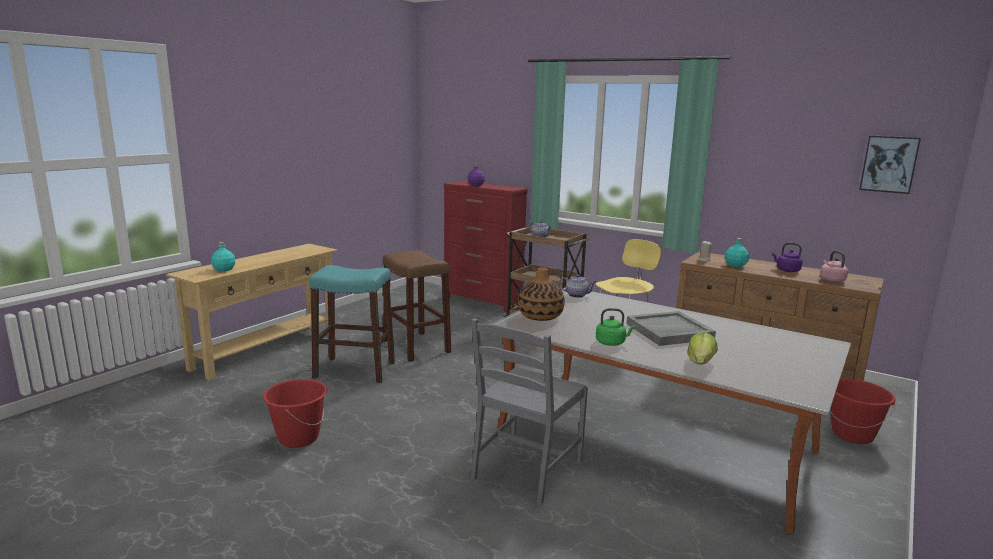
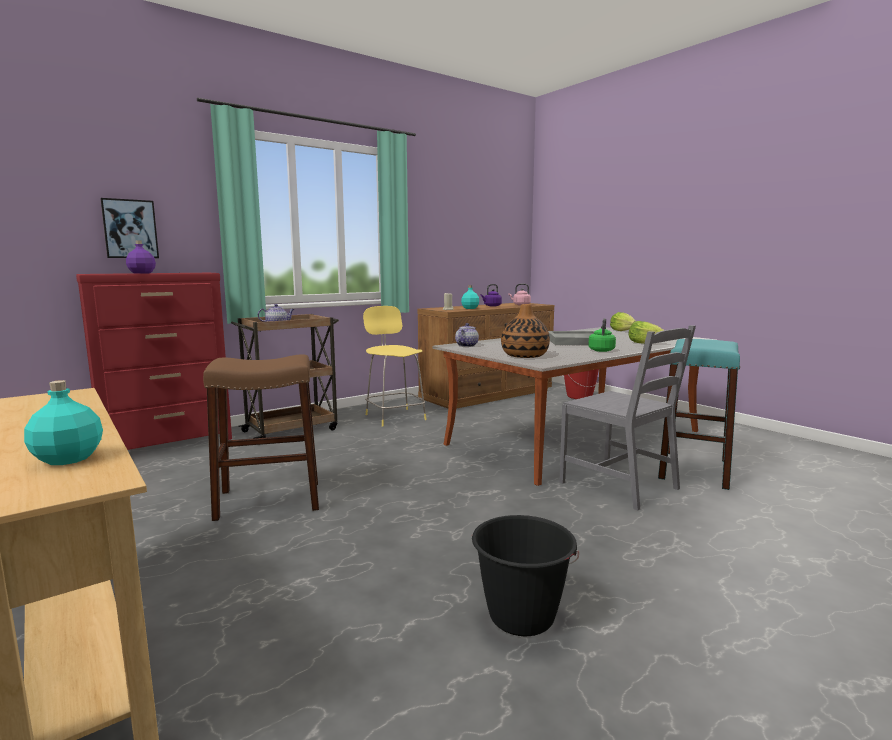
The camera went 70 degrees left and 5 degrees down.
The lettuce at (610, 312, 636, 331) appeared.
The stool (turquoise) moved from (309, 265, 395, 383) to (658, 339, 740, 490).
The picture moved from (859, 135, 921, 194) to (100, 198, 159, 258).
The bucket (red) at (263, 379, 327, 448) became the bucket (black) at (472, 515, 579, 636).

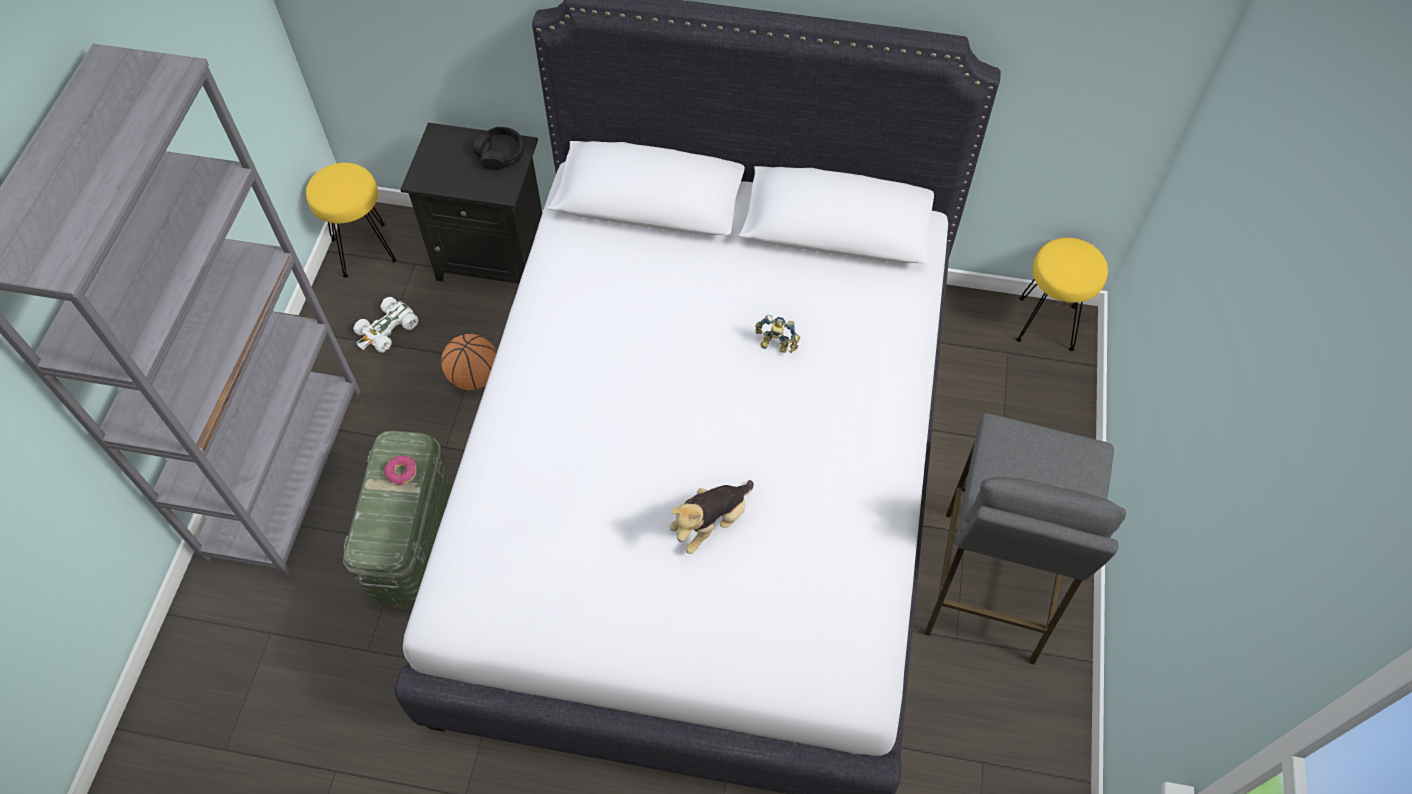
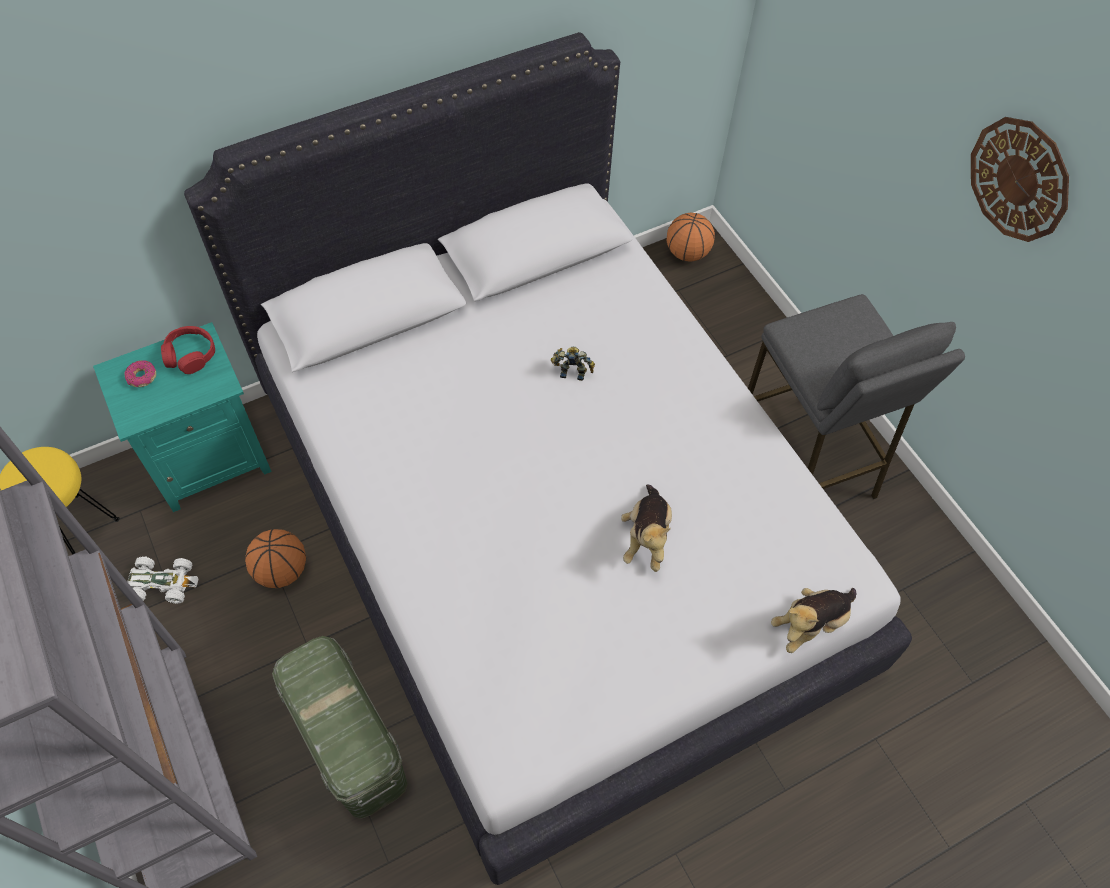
The camera went 40 degrees left and 0 degrees up.
The plush toy at (771, 588, 856, 653) appeared.
The wall clock at (971, 117, 1069, 242) appeared.
The donut moved from (384, 455, 417, 485) to (124, 360, 156, 387).
The stool (yellow) at (1016, 238, 1108, 351) was replaced by the basketball at (667, 212, 715, 262).
The nightstand (black) at (400, 123, 542, 284) became the nightstand (turquoise) at (93, 322, 272, 512).
The headphones (black) at (473, 127, 524, 170) became the headphones (red) at (161, 326, 215, 374).
The toy car (white) at (353, 297, 419, 353) turned 90 degrees counterclockwise.
The toy robot at (755, 315, 800, 353) turned 150 degrees counterclockwise.

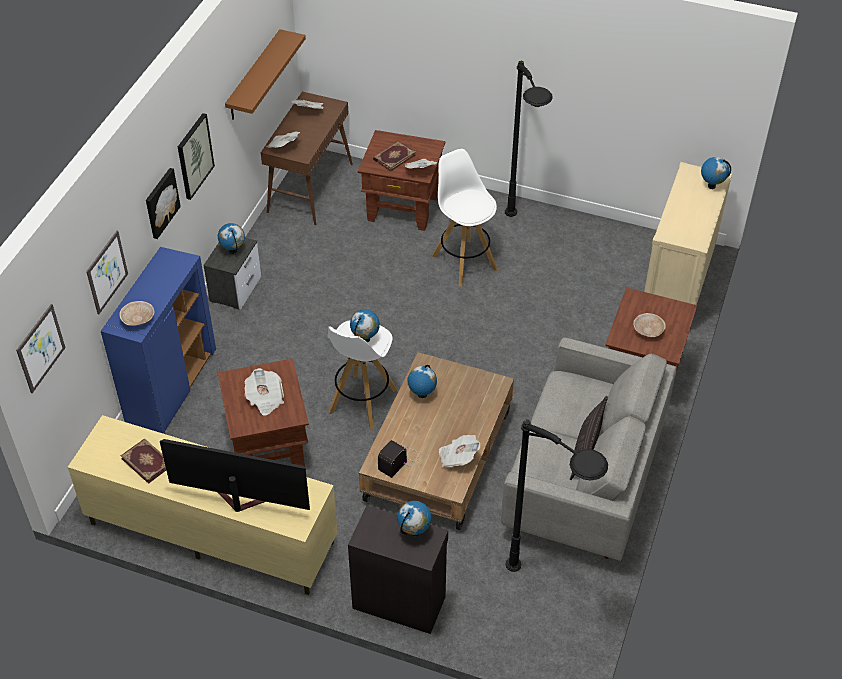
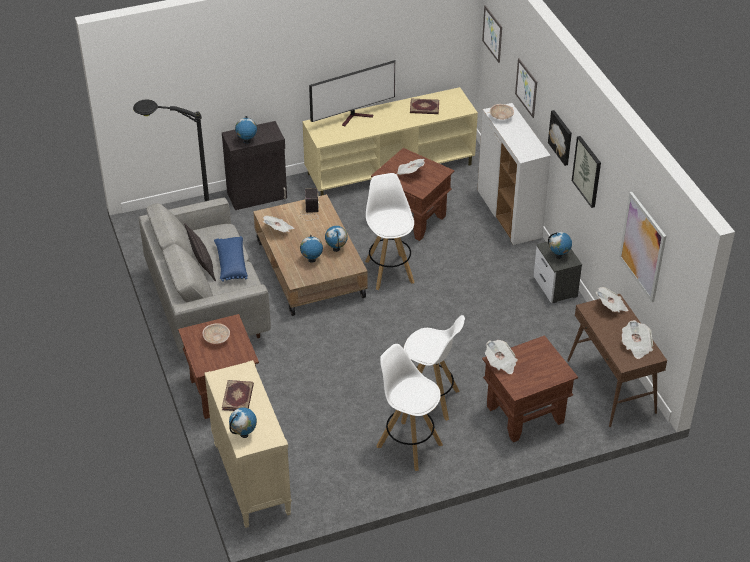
The camera went 140 degrees right and 5 degrees down.
The pillow (blue) at (214, 236, 248, 282) appeared.
The globe moved from (350, 309, 380, 342) to (300, 235, 323, 263).
The book moved from (373, 141, 416, 172) to (222, 380, 254, 411).
The shelf (brown) at (225, 29, 306, 120) was replaced by the picture at (619, 192, 666, 302).
The floor lamp (black) at (505, 61, 553, 217) was replaced by the stool (white) at (376, 344, 443, 471).
The cabinet (blue) at (101, 247, 216, 434) became the cabinet (white) at (477, 103, 551, 245).

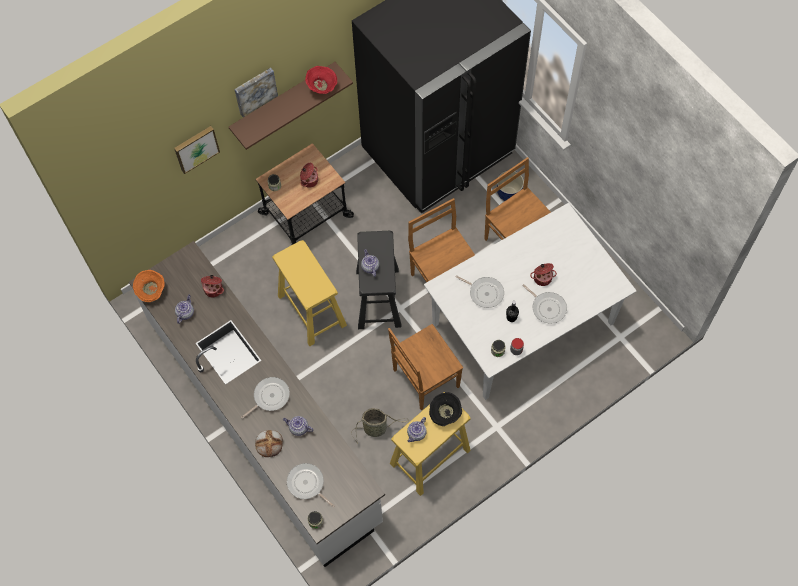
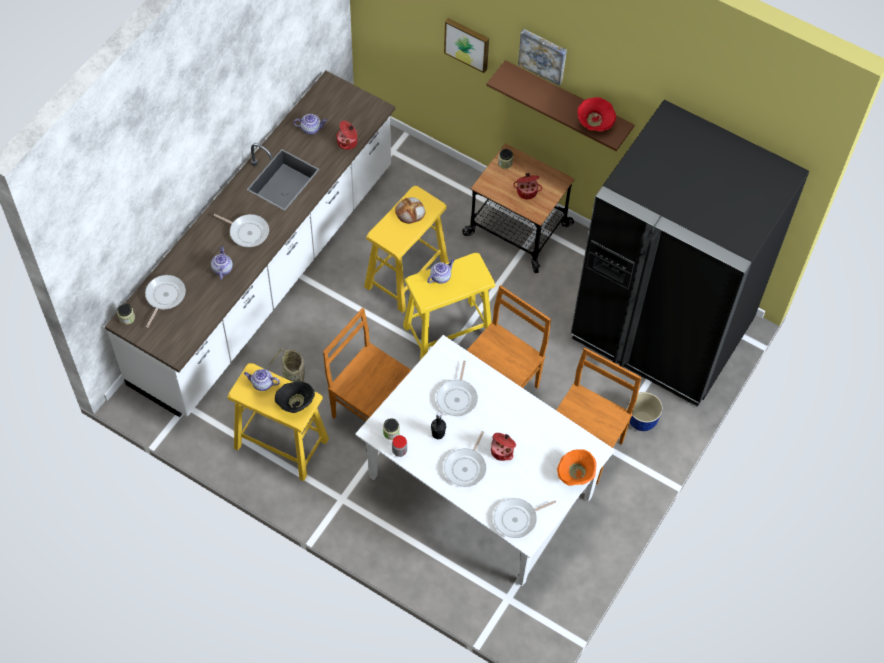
The camera went 65 degrees right and 5 degrees down.
The frying pan at (494, 498, 556, 538) appeared.
The bowl (orange) moved from (133, 270, 165, 302) to (557, 449, 597, 486).
The bread moved from (255, 430, 283, 457) to (395, 197, 425, 224).
The stool (black) at (356, 231, 402, 329) became the stool (yellow) at (403, 253, 495, 360).

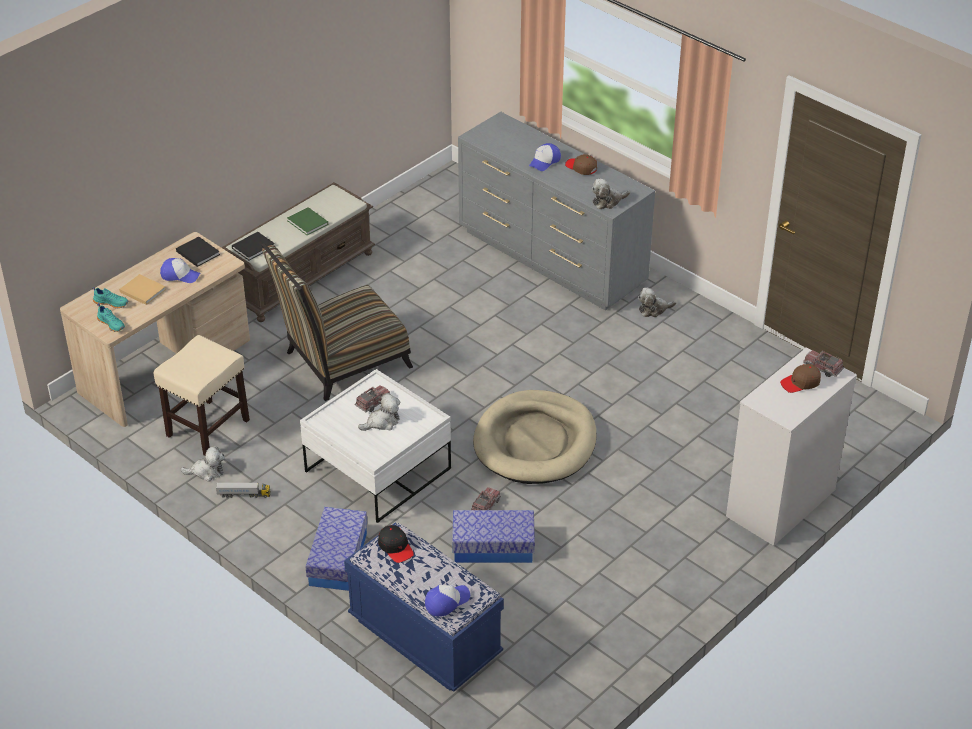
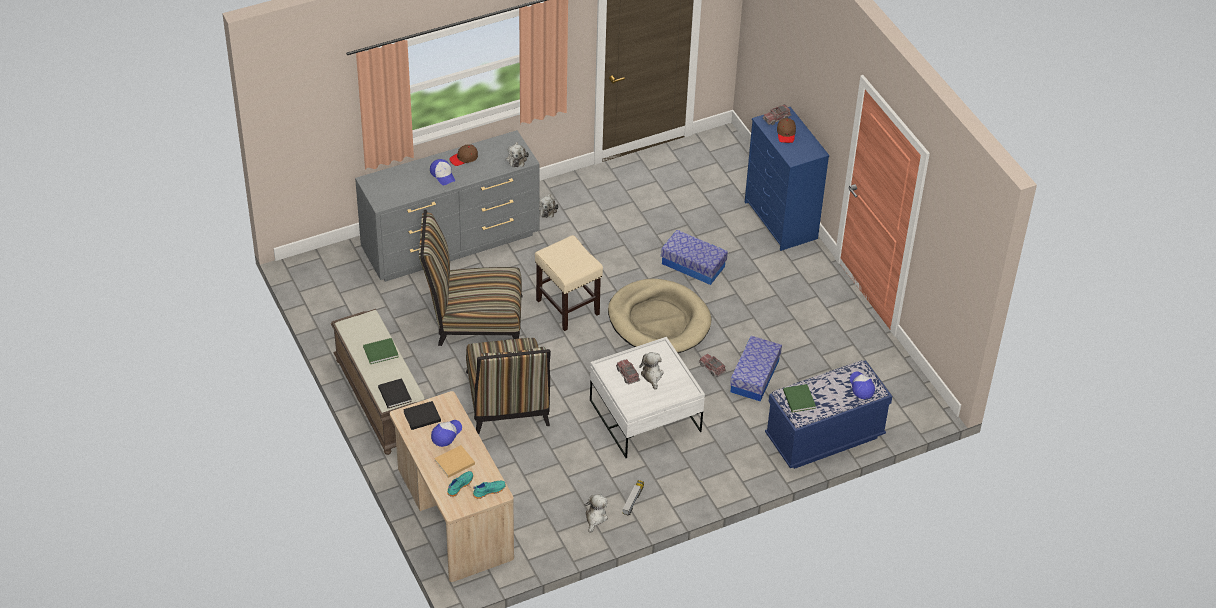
The camera went 70 degrees left and 5 degrees up.
The chair at (419, 210, 523, 346) appeared.
The stool (beige) moved from (154, 335, 250, 456) to (535, 235, 603, 331).
The storage box moved from (305, 507, 367, 591) to (661, 230, 728, 285).
The cap (black) at (378, 525, 414, 563) was replaced by the book (green) at (783, 384, 816, 413).
The dresser (white) at (726, 347, 857, 546) became the dresser (blue) at (744, 107, 829, 251).

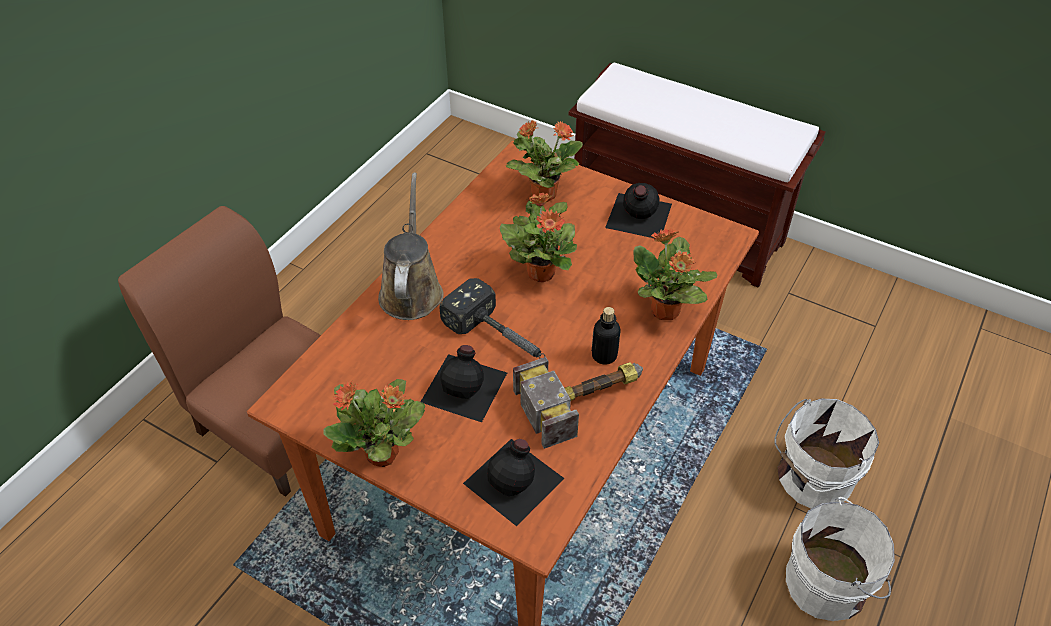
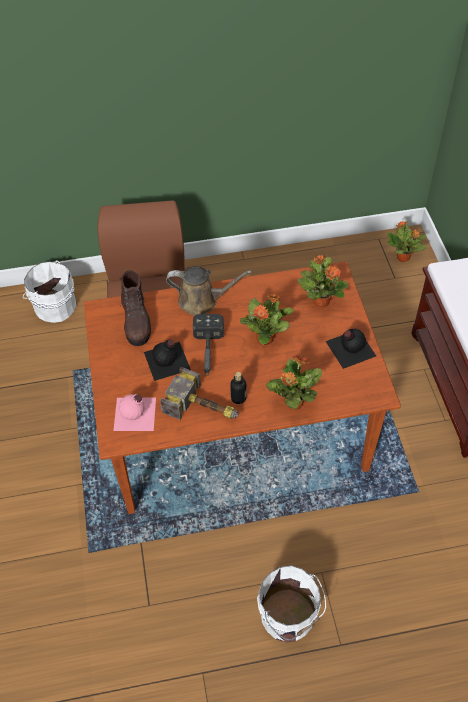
The camera went 50 degrees right and 5 degrees up.
The boot (brown) at (120, 270, 151, 346) appeared.
The potted plant moved from (324, 379, 425, 467) to (387, 221, 427, 262).
The bucket (white) moved from (774, 399, 879, 509) to (23, 260, 76, 323).
The bottle (black) at (463, 439, 564, 526) became the bottle (pink) at (113, 394, 156, 431).
The watering can (brown) at (378, 173, 444, 320) turned 45 degrees clockwise.

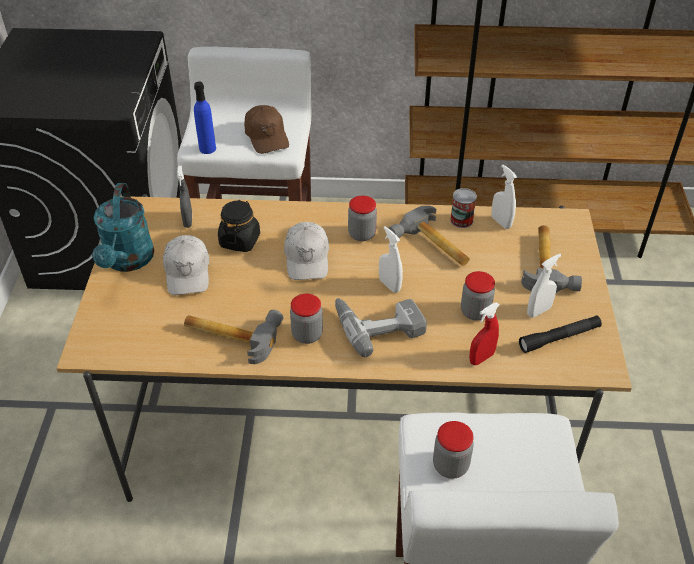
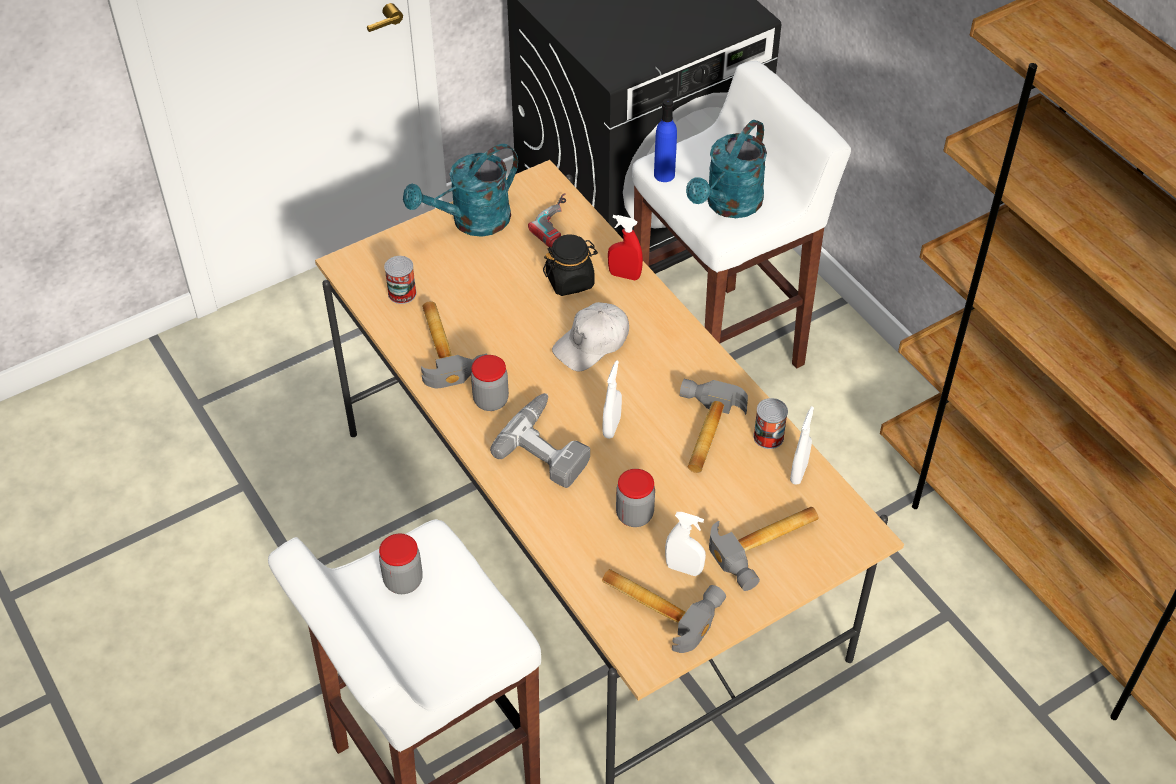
The camera went 55 degrees right and 5 degrees up.
The cap (white) at (163, 235, 209, 295) disappeared.
The jar at (348, 195, 377, 241) disappeared.
The can at (384, 256, 417, 304) appeared.
The spray bottle (red) moved from (469, 303, 499, 365) to (608, 215, 643, 280).
The spray bottle (grey) at (177, 165, 192, 228) was replaced by the power drill at (528, 193, 566, 247).
The cap (brown) at (244, 105, 289, 154) was replaced by the watering can (turquoise) at (686, 120, 767, 218).
The flashlight (black) at (519, 316, 602, 353) was replaced by the hammer at (602, 569, 726, 653).

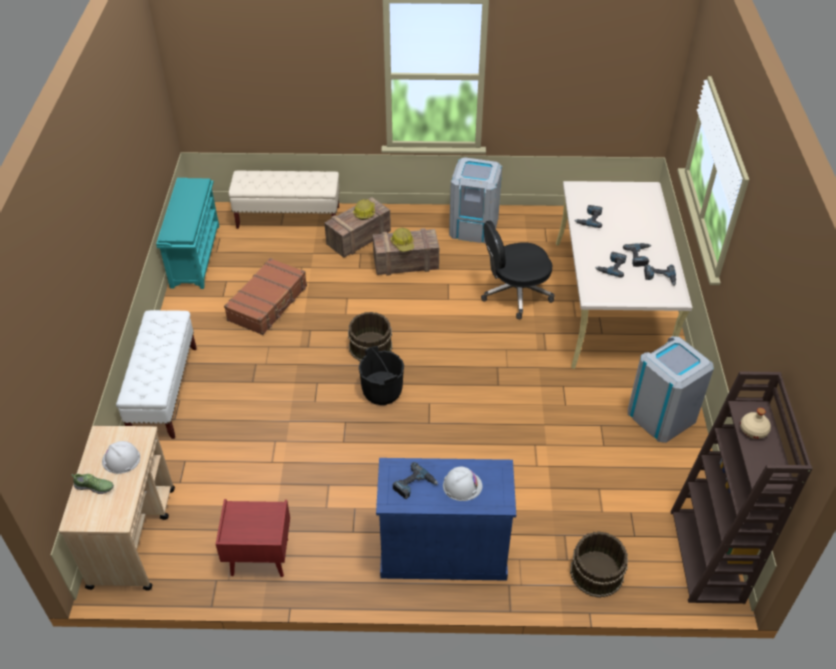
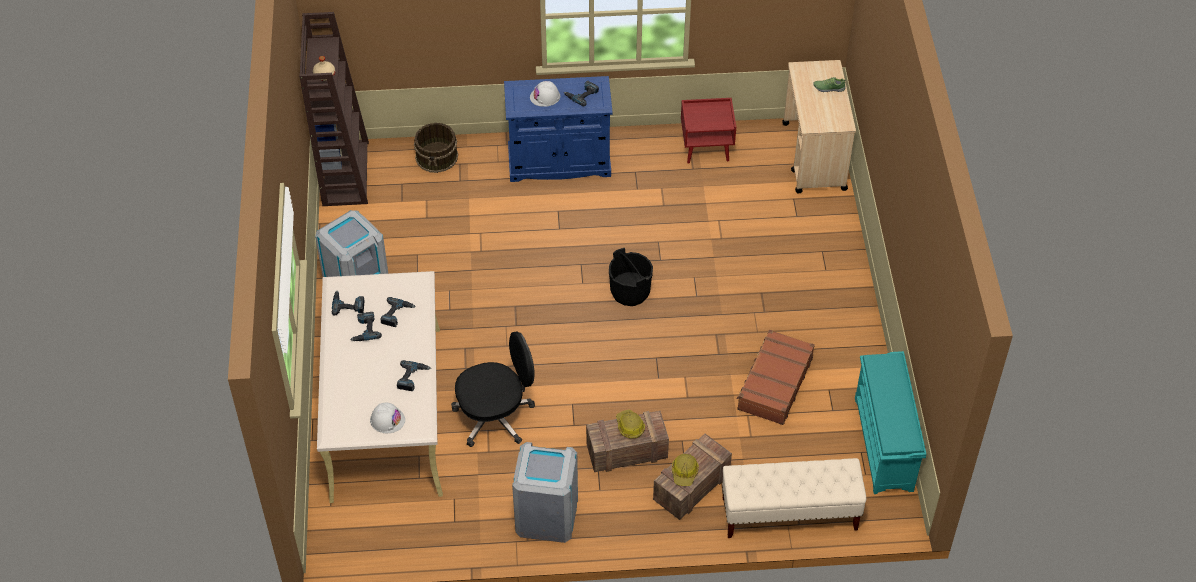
The camera went 175 degrees right and 5 degrees up.
The bench (white) at (116, 310, 197, 439) disappeared.
The bucket (brown) at (348, 312, 392, 361) disappeared.
The hard hat (white) moved from (102, 441, 140, 474) to (370, 402, 405, 433).

